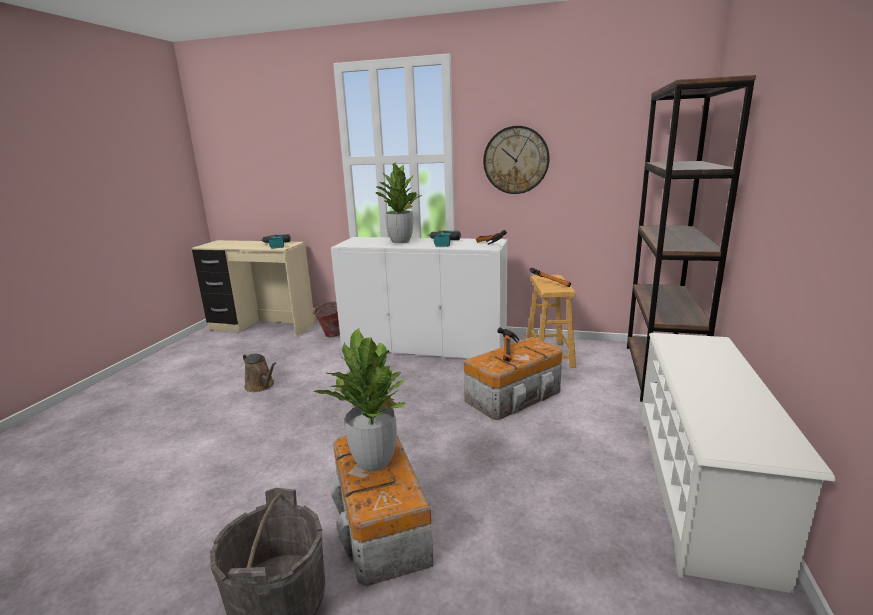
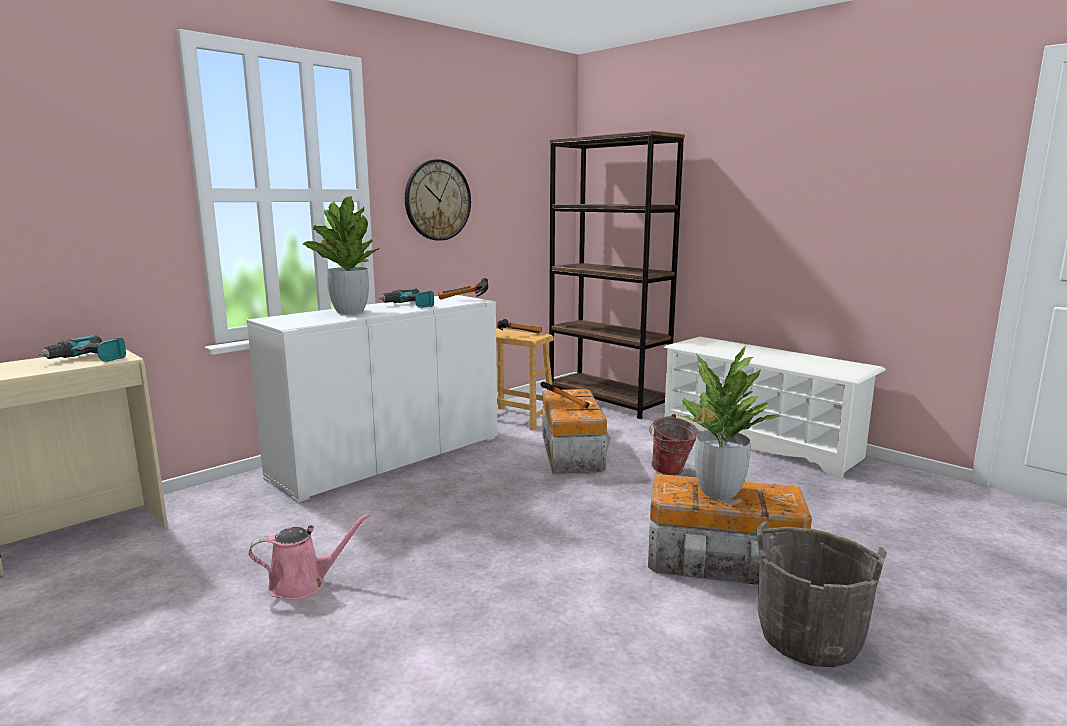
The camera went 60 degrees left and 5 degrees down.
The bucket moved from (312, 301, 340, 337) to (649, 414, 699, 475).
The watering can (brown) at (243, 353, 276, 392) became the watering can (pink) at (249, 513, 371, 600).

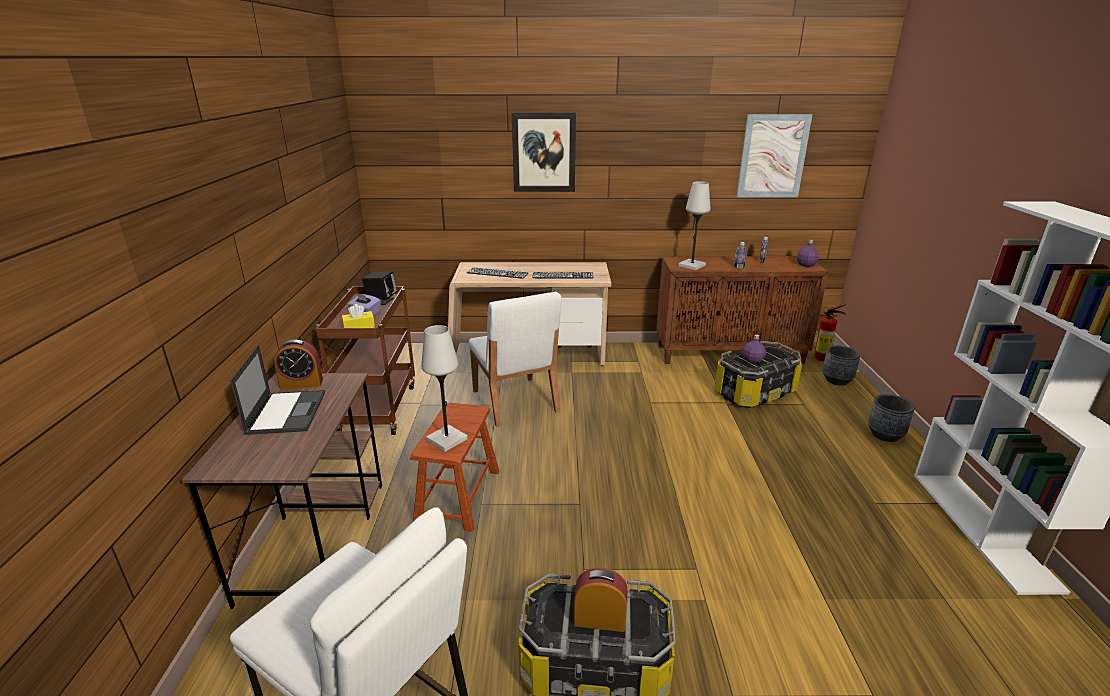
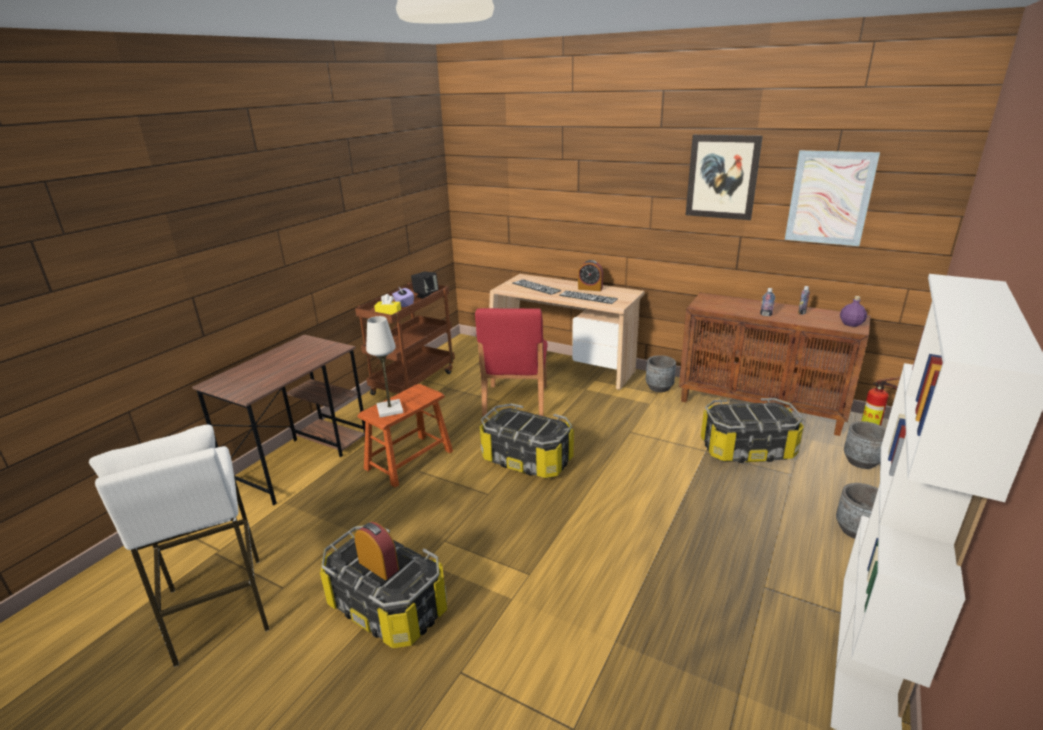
The camera went 30 degrees right and 0 degrees up.
The laptop at (230, 345, 325, 435) disappeared.
The table lamp (white) at (678, 181, 711, 270) disappeared.
The bottle (purple) at (742, 335, 766, 363) disappeared.
The storage box at (480, 403, 574, 478) appeared.
The planter (grey) at (646, 355, 676, 392) appeared.
The alarm clock moved from (274, 339, 323, 390) to (578, 260, 603, 291).
The picture moved from (512, 112, 576, 192) to (686, 135, 763, 220).
The chair (white) at (469, 292, 561, 427) became the chair (red) at (475, 308, 548, 418).

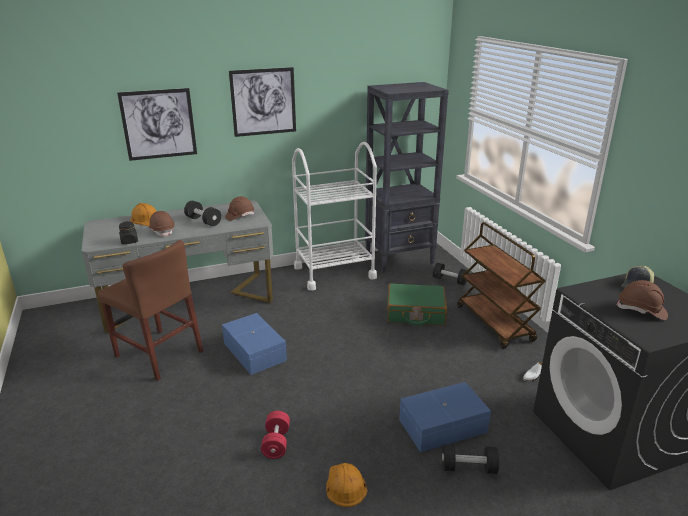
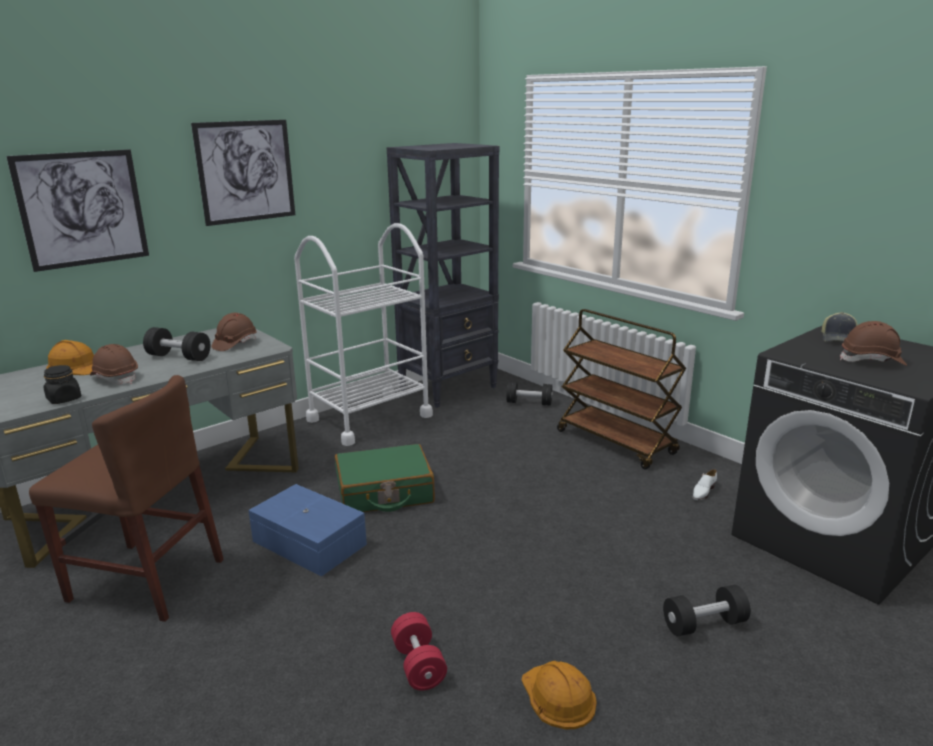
The camera went 20 degrees left and 5 degrees down.
The storage box (blue) at (399, 382, 491, 452) disappeared.
The suitcase (green) moved from (387, 283, 447, 326) to (335, 444, 435, 512).

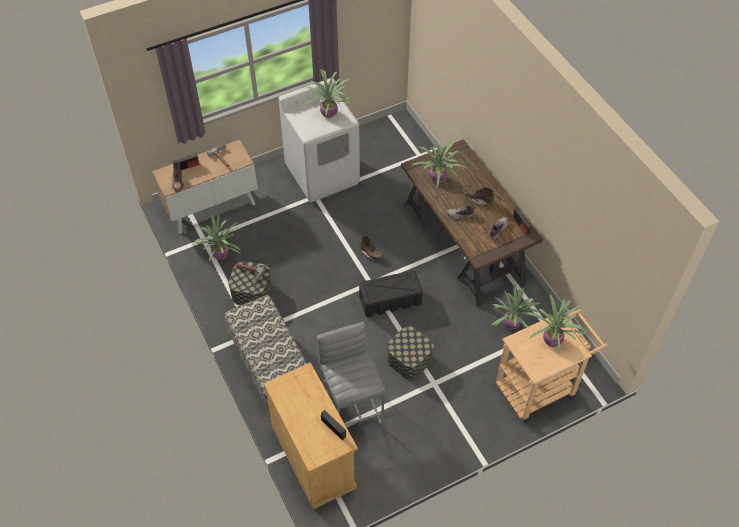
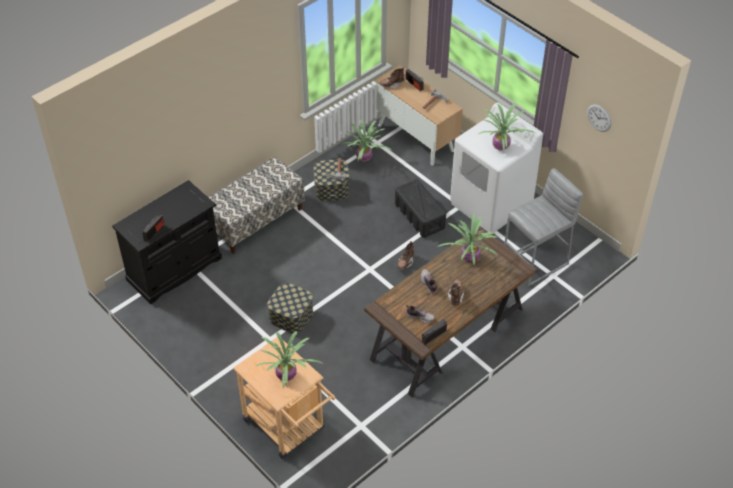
The camera went 75 degrees right and 5 degrees down.
The potted plant at (491, 283, 541, 329) disappeared.
The wall clock at (587, 104, 612, 132) appeared.
The stool (grey) moved from (317, 322, 385, 428) to (504, 168, 583, 286).
The storage box (black) moved from (359, 270, 423, 317) to (395, 179, 446, 238).
The cabinet (beige) at (264, 362, 358, 510) became the cabinet (black) at (112, 180, 222, 304).

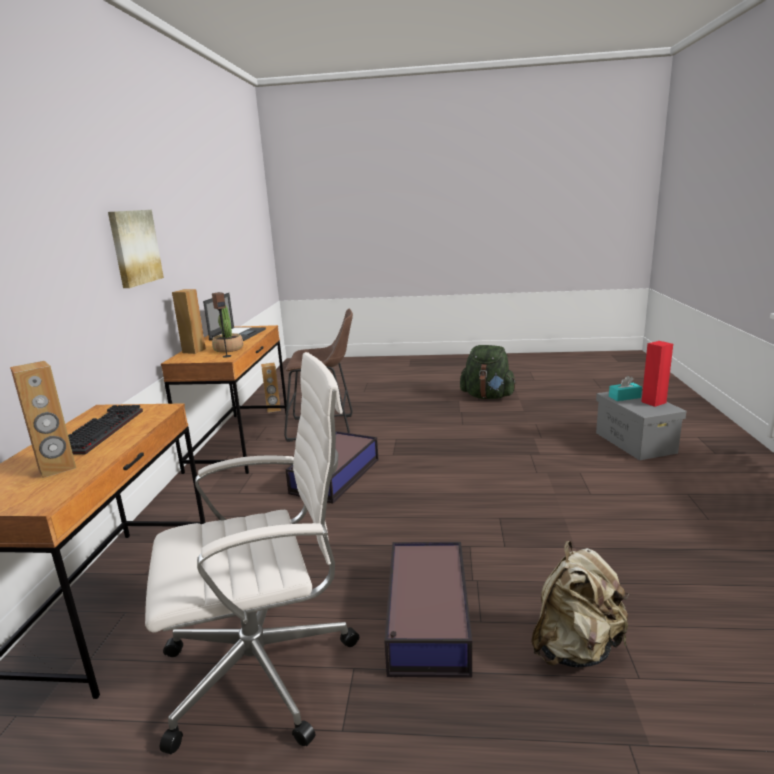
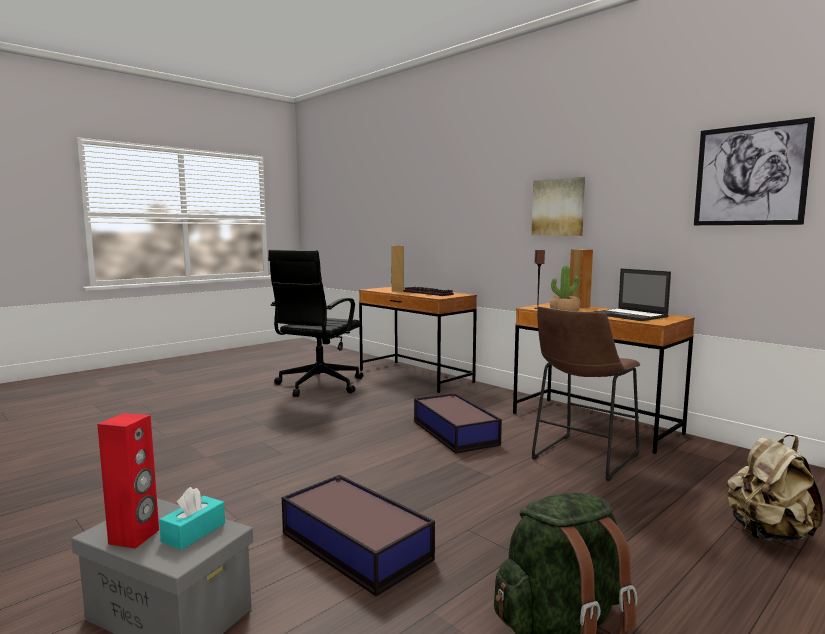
The camera went 130 degrees right and 10 degrees down.
The speaker (brown) at (261, 363, 281, 413) disappeared.
The picture at (694, 117, 815, 225) appeared.
The storage box moved from (384, 542, 472, 678) to (282, 475, 435, 597).
The backpack (beige) moved from (531, 541, 629, 667) to (727, 435, 823, 542).
The office chair (white) at (145, 352, 359, 754) became the office chair (black) at (268, 250, 363, 397).

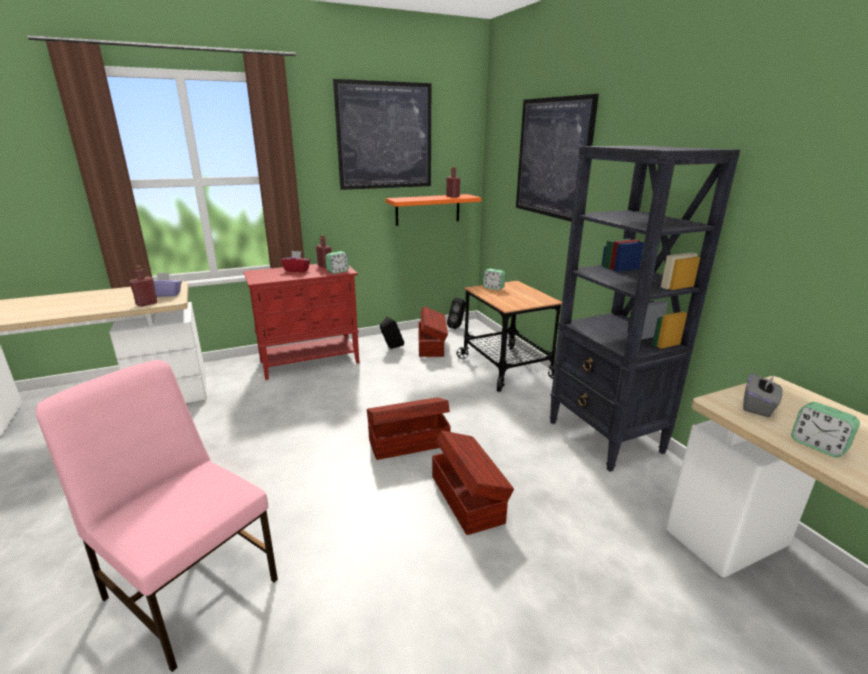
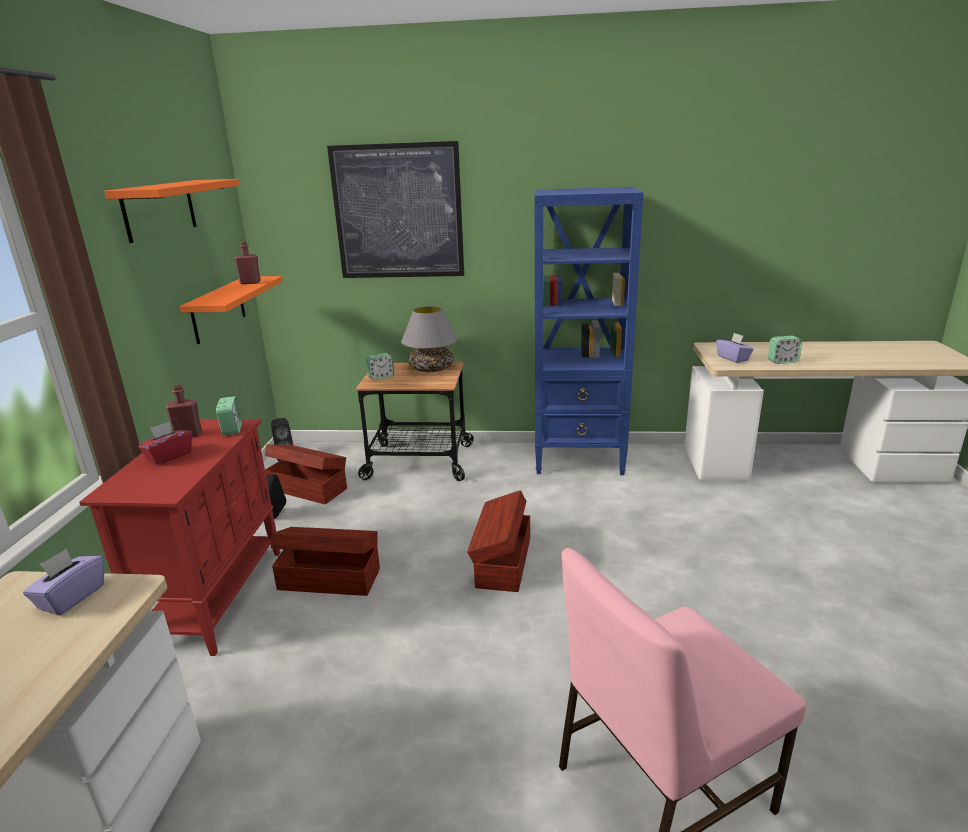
The camera went 60 degrees left and 0 degrees up.
The bottle (red) at (129, 266, 158, 307) disappeared.
The table lamp (grey) at (401, 306, 458, 372) appeared.
The storage box (brown) moved from (432, 430, 514, 535) to (271, 527, 380, 596).
The picture at (333, 79, 431, 190) was replaced by the shelf (orange) at (104, 179, 240, 243).
The bookcase (black) at (550, 146, 740, 472) became the bookcase (blue) at (534, 187, 644, 475).
The tissue box (grey) at (743, 373, 783, 417) became the tissue box (purple) at (716, 333, 754, 363).

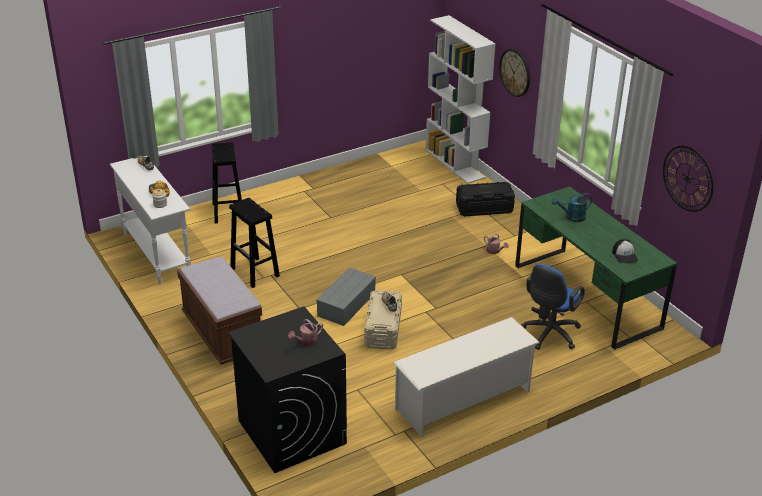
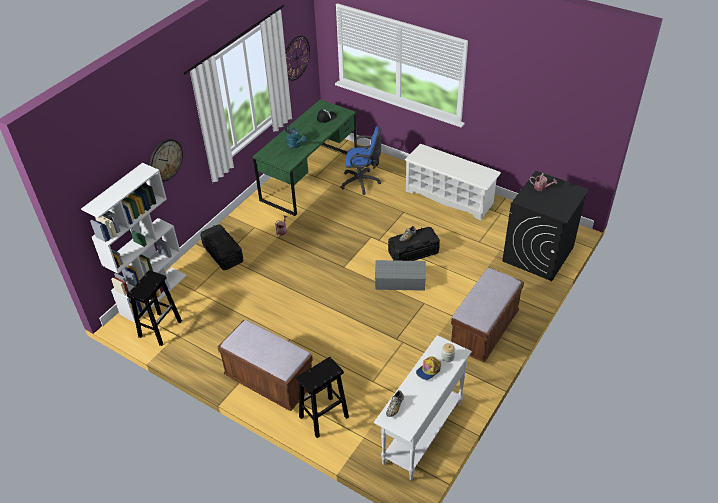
The camera went 115 degrees left and 10 degrees up.
The bench (brown) at (218, 320, 313, 411) appeared.
The stool (black) moved from (229, 198, 280, 288) to (127, 270, 182, 346).
The storage box (beige) at (364, 290, 402, 350) became the storage box (black) at (388, 227, 440, 261).

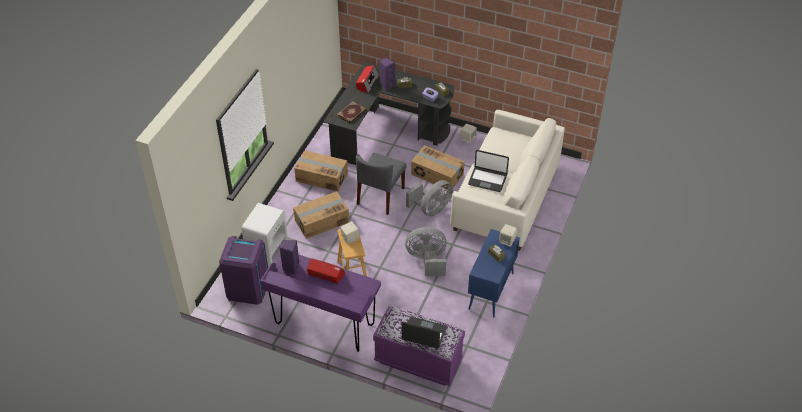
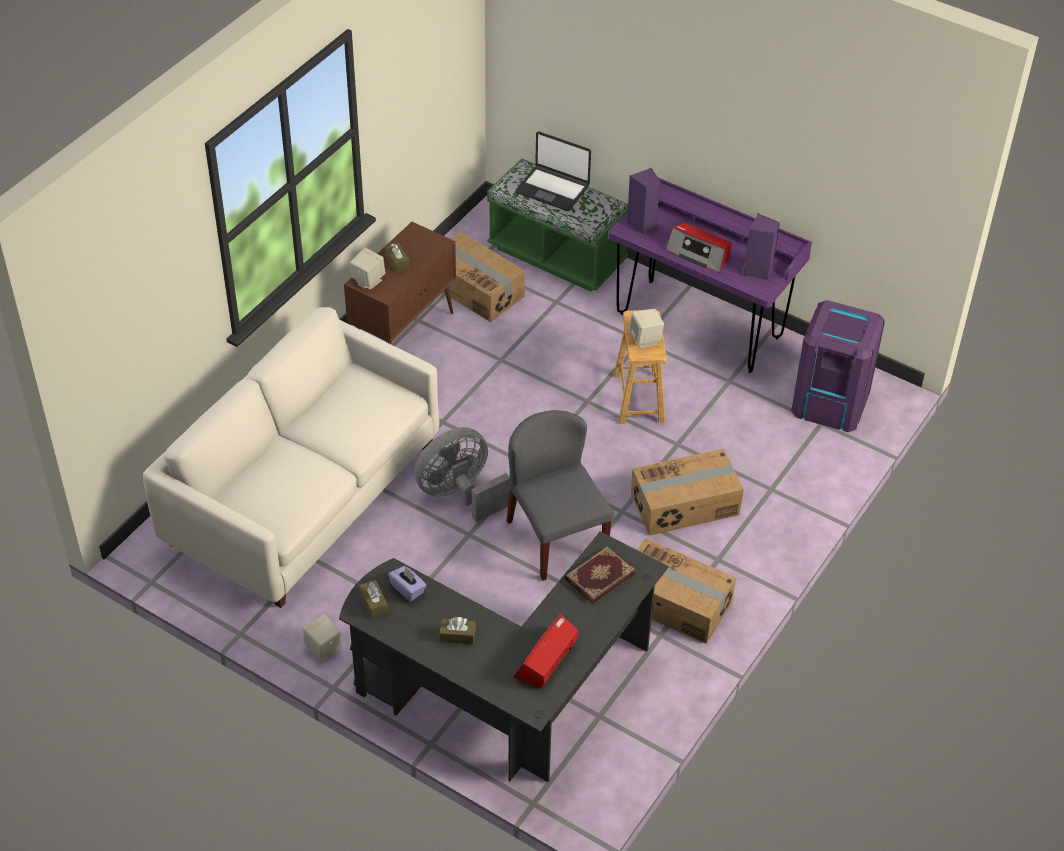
The camera went 170 degrees left and 0 degrees up.
The nightstand (white) at (241, 203, 288, 267) disappeared.
The fan (grey) at (405, 227, 447, 276) disappeared.
The laptop at (468, 150, 509, 192) disappeared.
The speaker (purple) moved from (380, 57, 395, 91) to (627, 168, 661, 234).
The cardboard box moved from (411, 145, 465, 190) to (443, 232, 525, 323).
The bench (purple) at (373, 306, 465, 386) became the bench (green) at (487, 158, 628, 292).
The cabinet (blue) at (468, 229, 520, 318) became the cabinet (brown) at (344, 222, 456, 345).
The chair (grey) at (356, 153, 407, 215) turned 60 degrees counterclockwise.

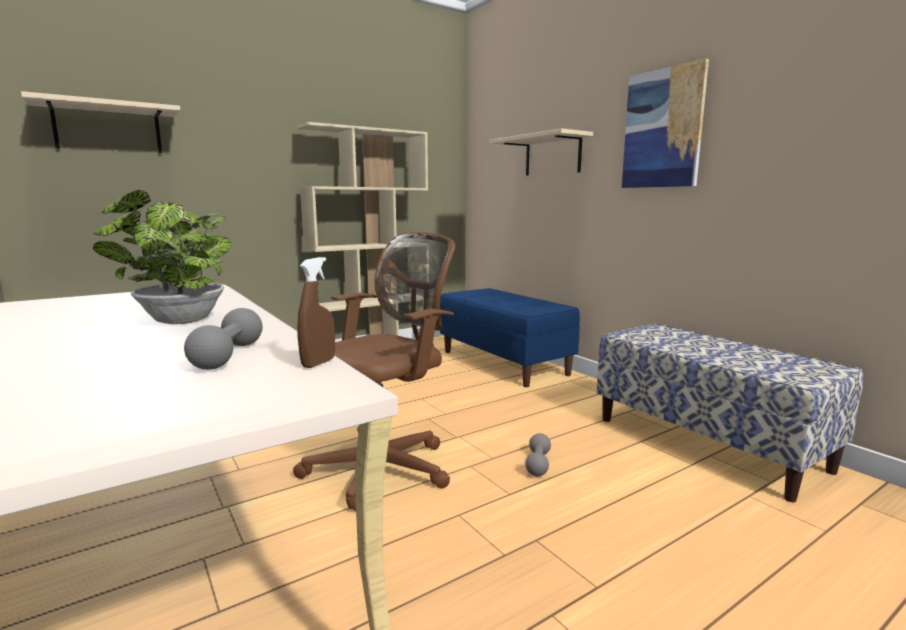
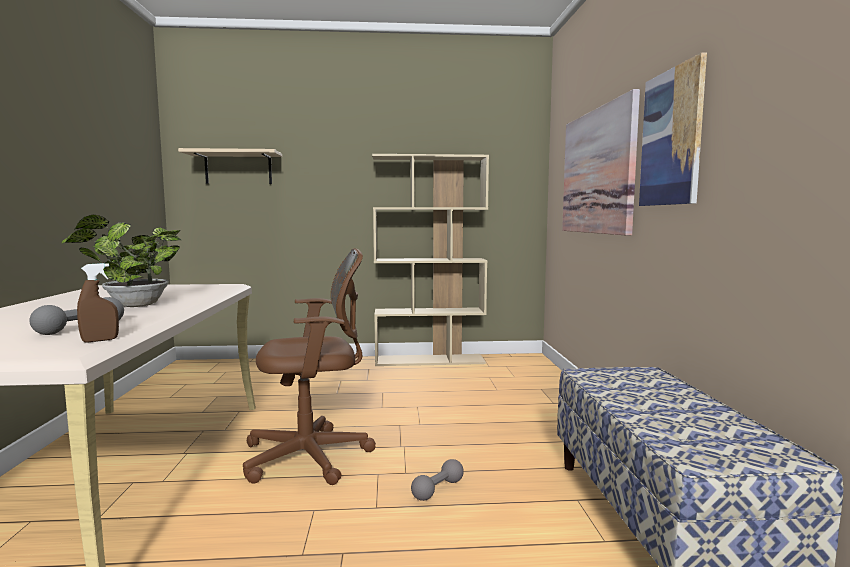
The camera went 30 degrees right and 5 degrees down.
The bench (blue) at (440, 288, 580, 387) disappeared.
The shelf (beige) at (489, 128, 593, 176) was replaced by the picture at (562, 89, 640, 236).

